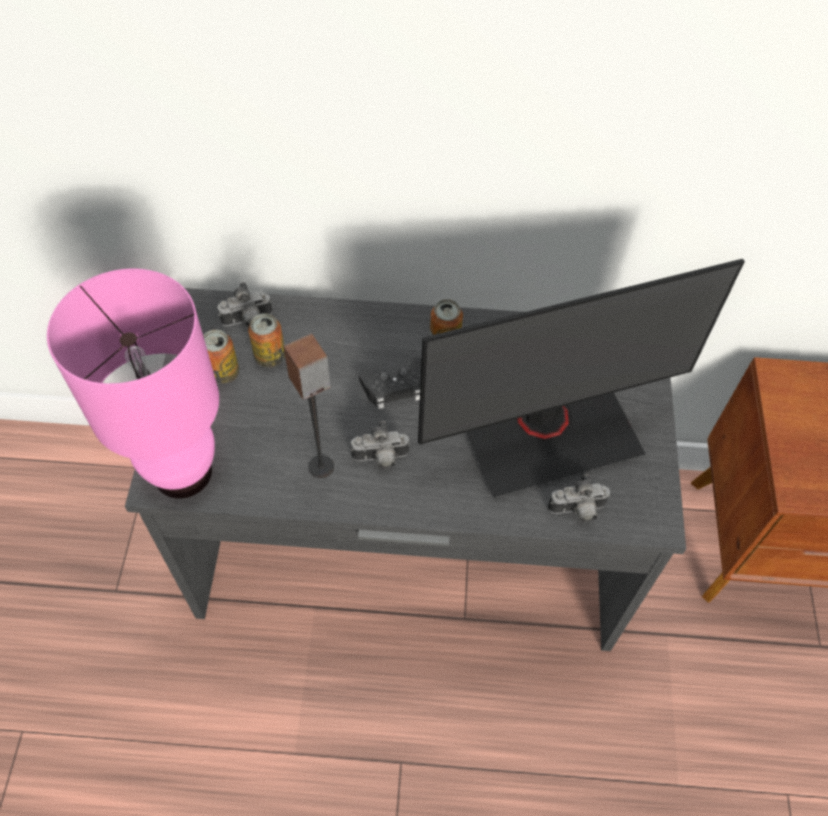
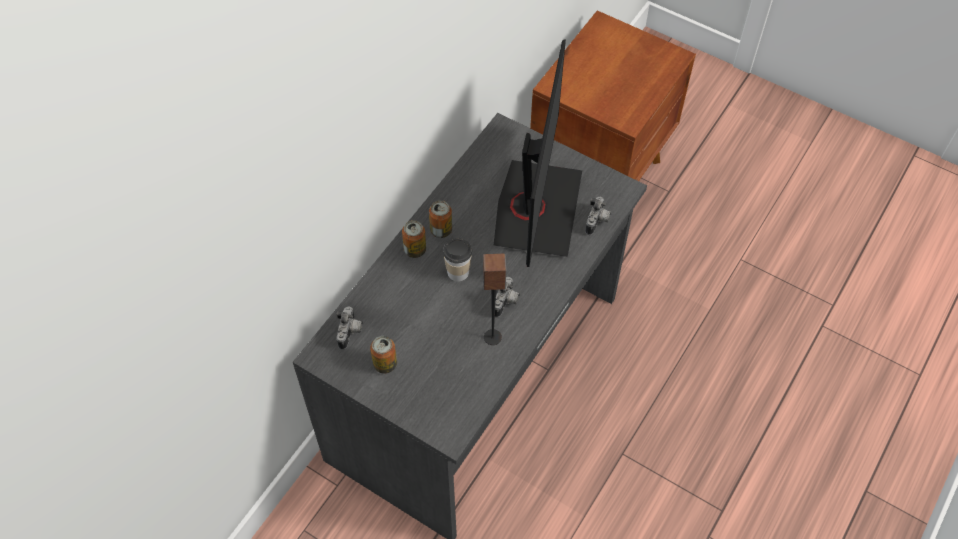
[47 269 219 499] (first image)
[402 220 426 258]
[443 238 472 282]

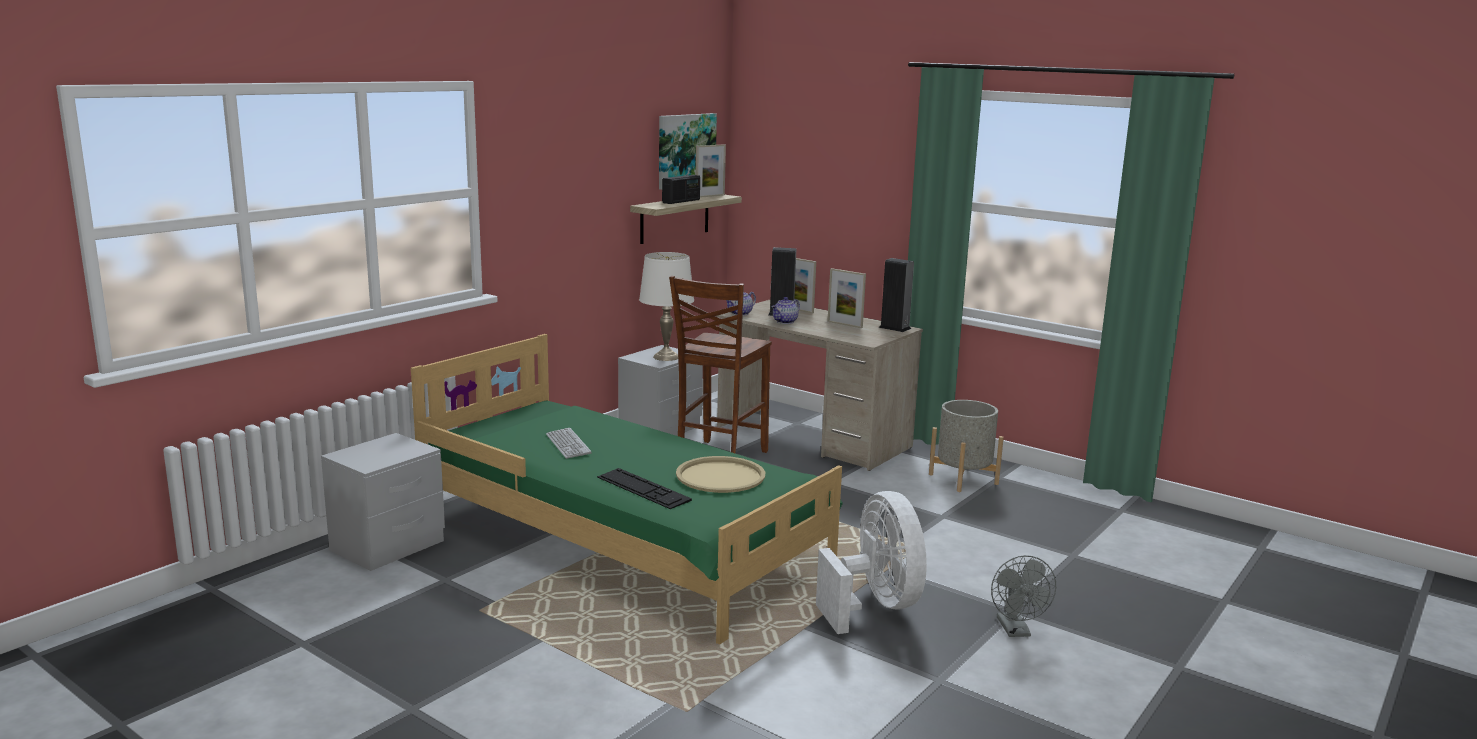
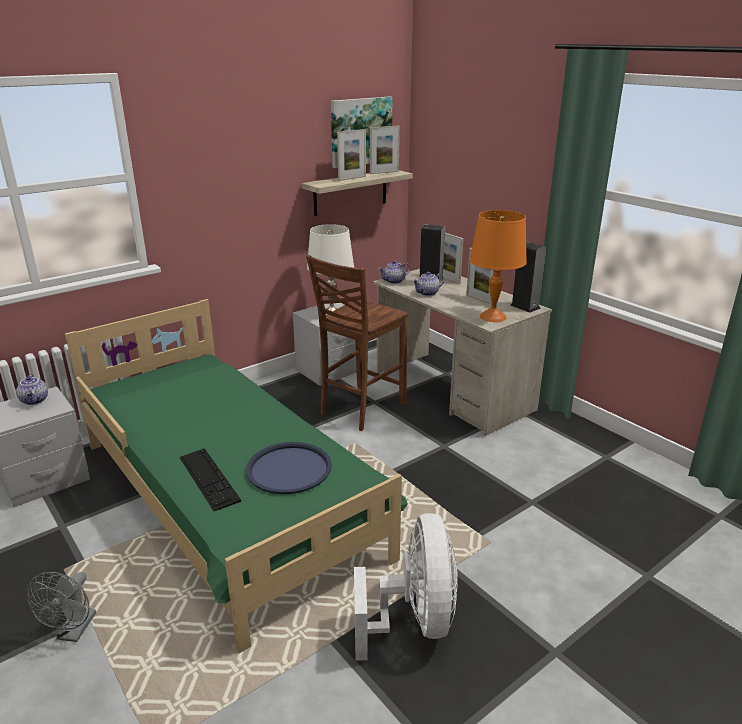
[546 428 592 459] (first image)
[337 129 366 181]
[246 442 332 494]
[929 400 1004 492] (first image)
[27 572 96 642]
[17 373 48 405]
[470 210 527 322]

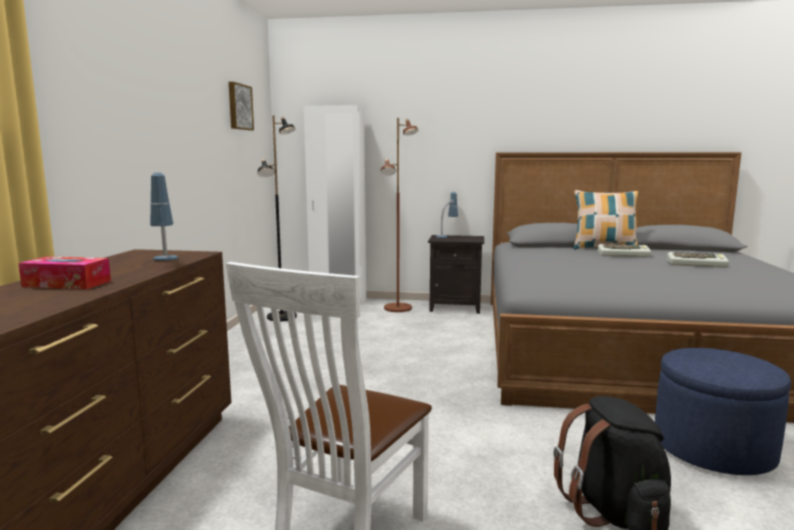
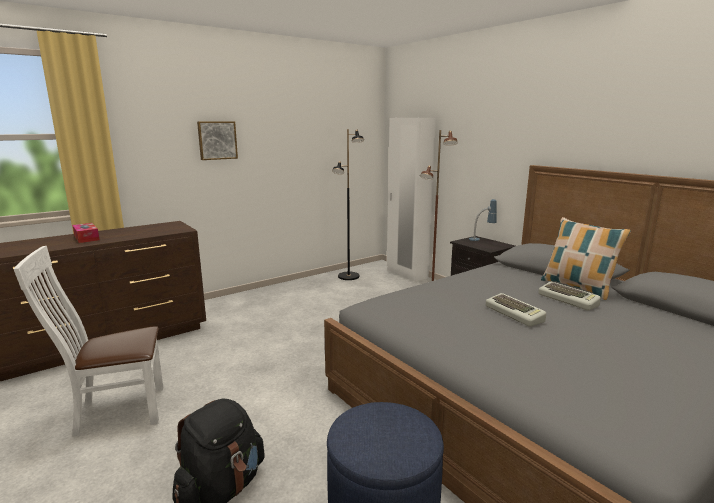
[150 173 178 261] (first image)
[197 122 238 160]
[486 293 546 327]

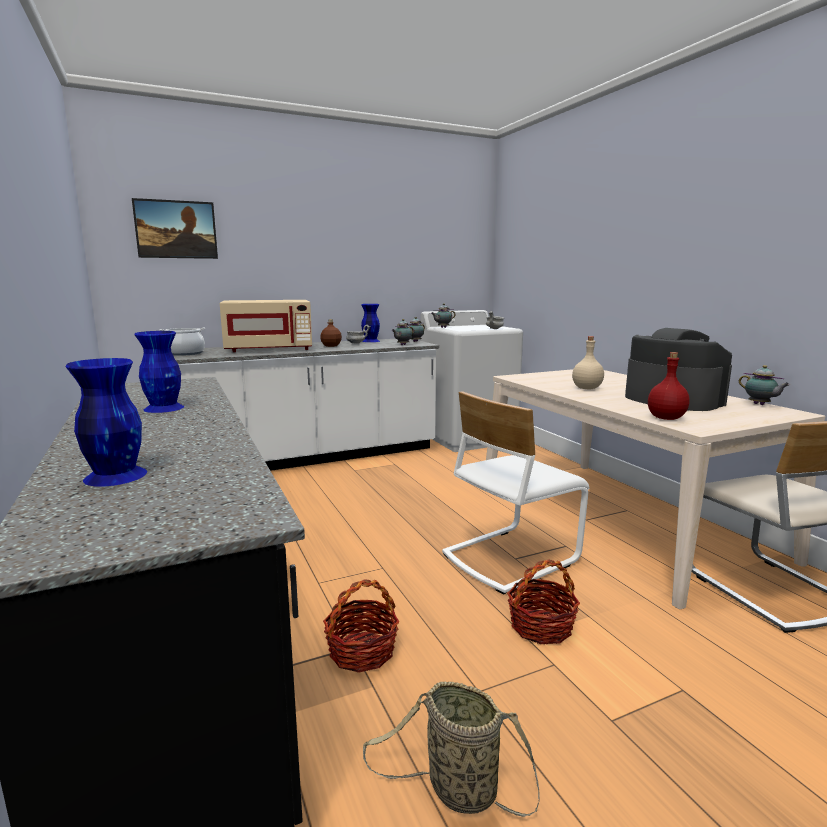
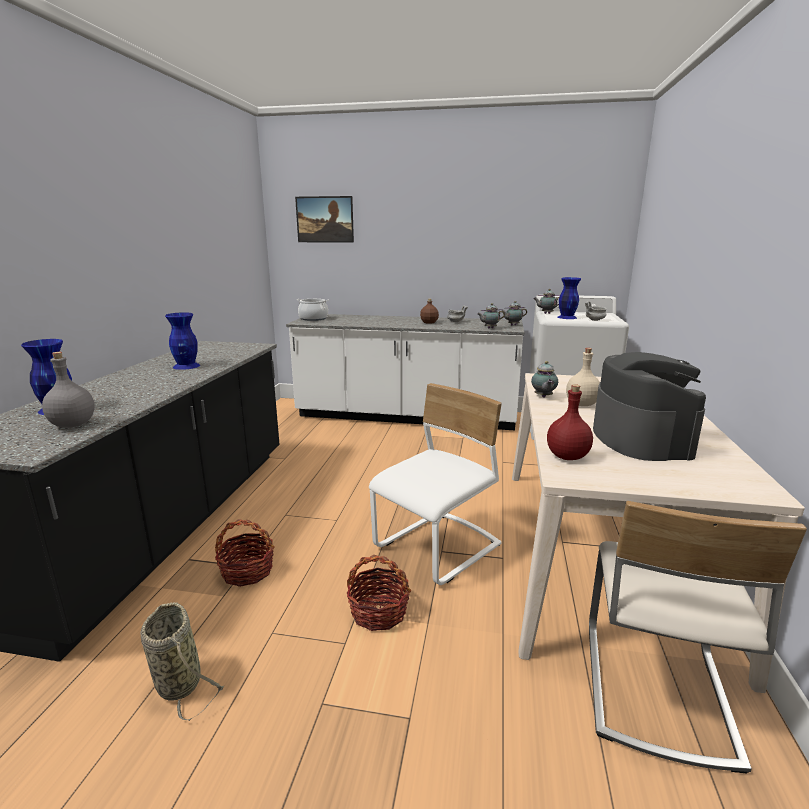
[220 300 312 352] (first image)
[557 277 581 319]
[369 383 502 585]
[531 361 558 398]
[42 352 95 428]

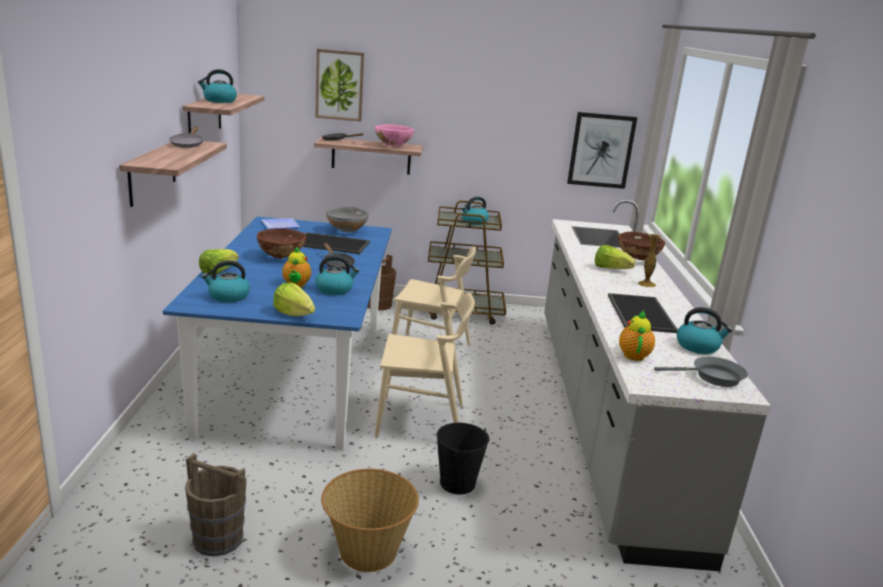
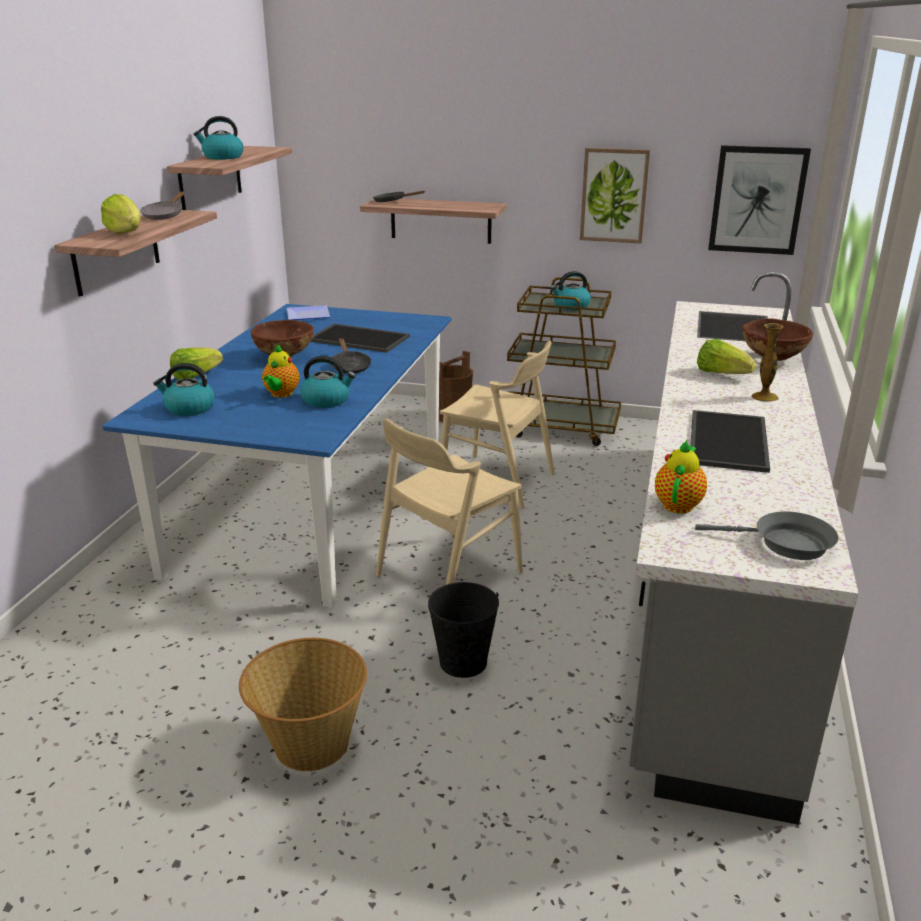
[185 453 247 557] (first image)
[101 194 141 234]
[580 148 650 243]
[326 207 369 232] (first image)
[375 124 414 147] (first image)
[376 419 523 585]
[677 307 733 354] (first image)

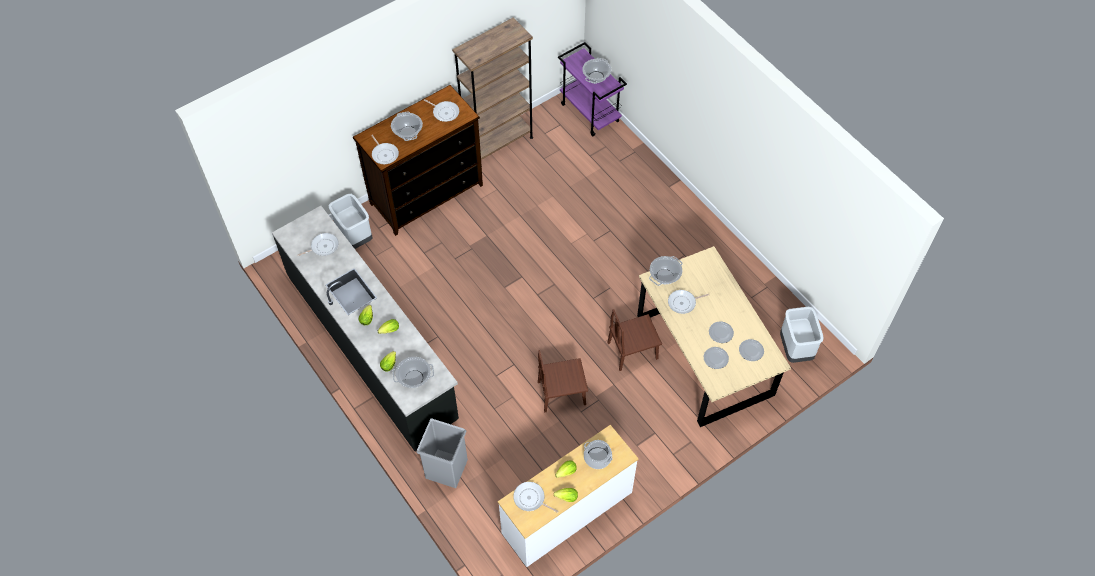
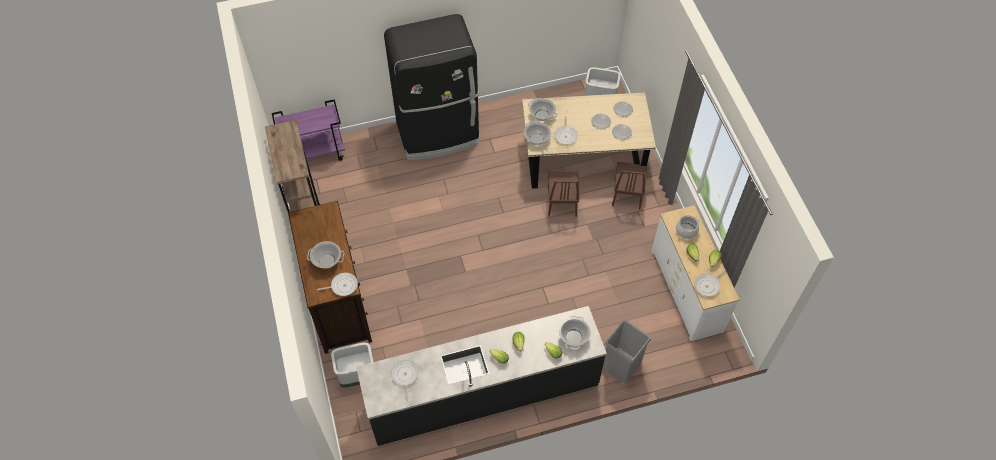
[424 99 459 122] (first image)
[612 162 647 209]
[528 98 557 121]
[384 14 480 160]

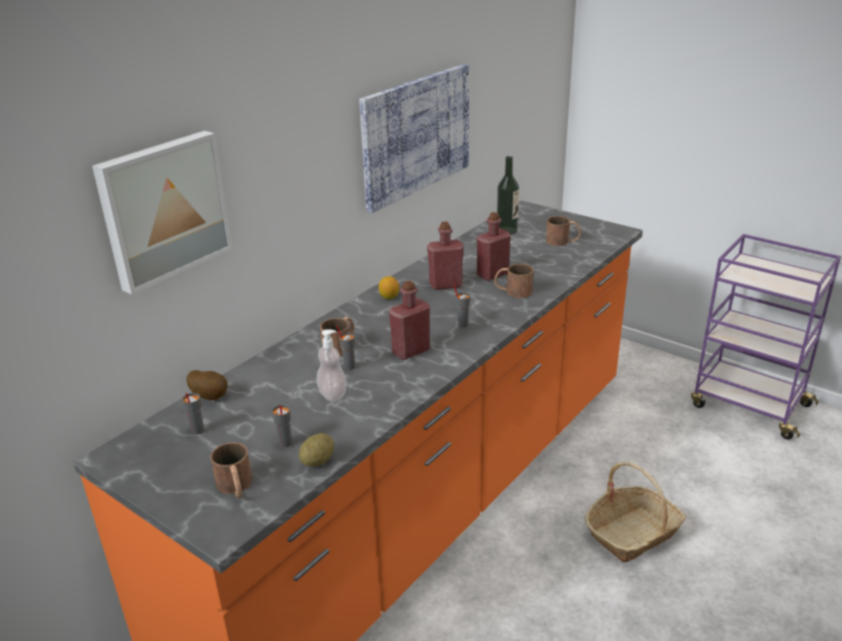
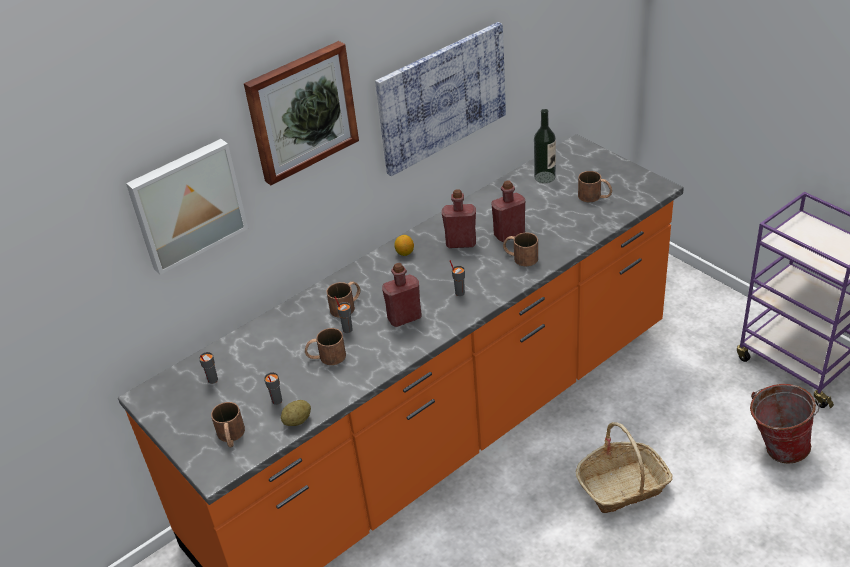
[187 370 228 400] (first image)
[305 328 346 365]
[244 41 359 185]
[750 384 820 464]

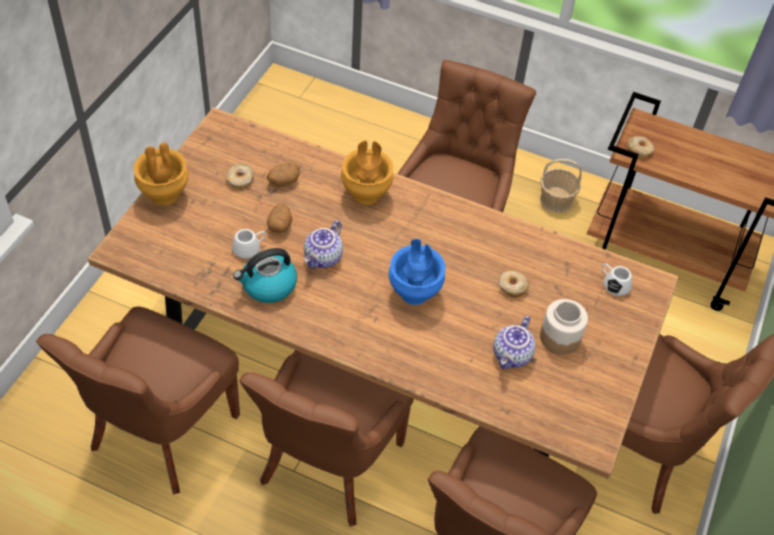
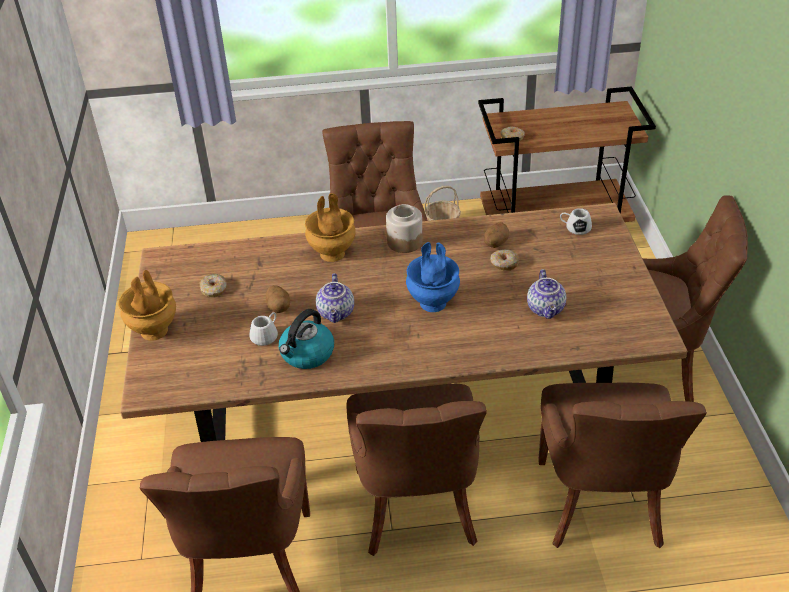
[484 222 509 248]
[386 204 423 253]

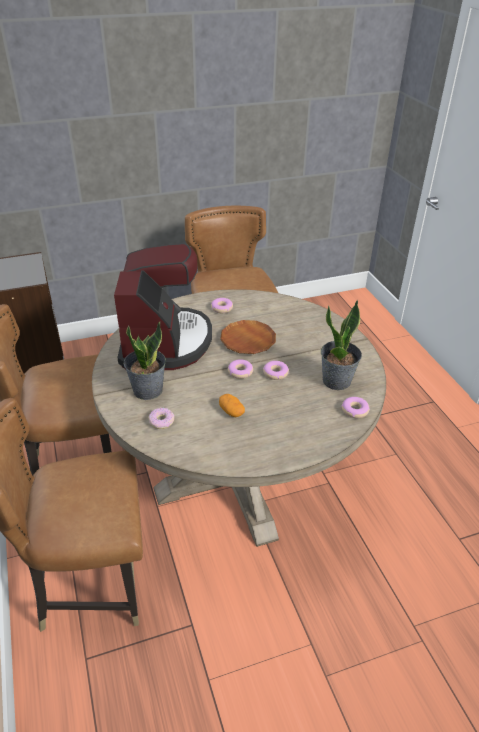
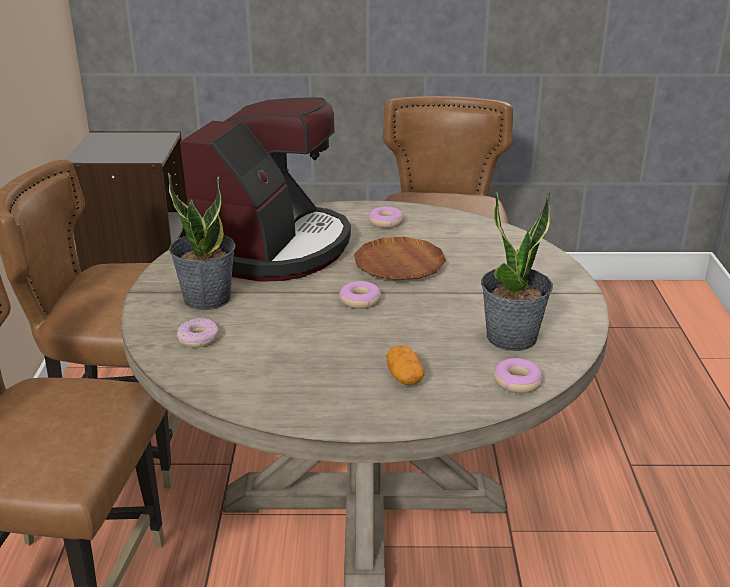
[386 345 425 385]
[263 361 289 380] (first image)

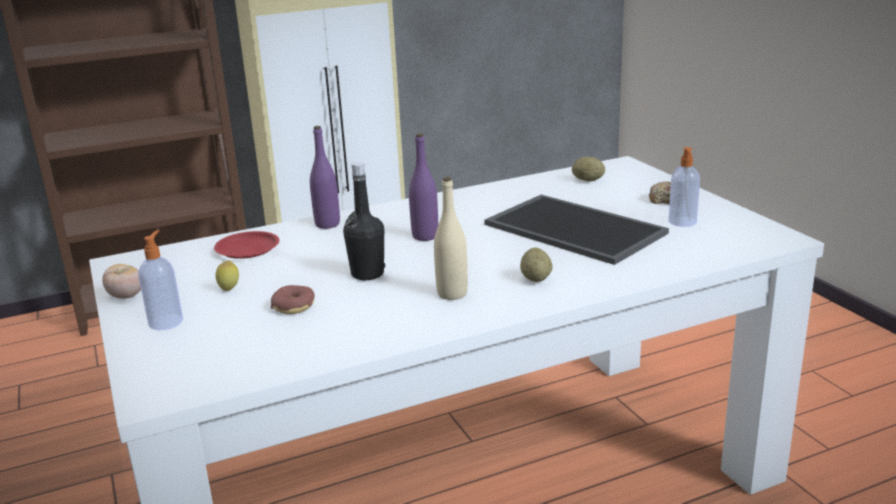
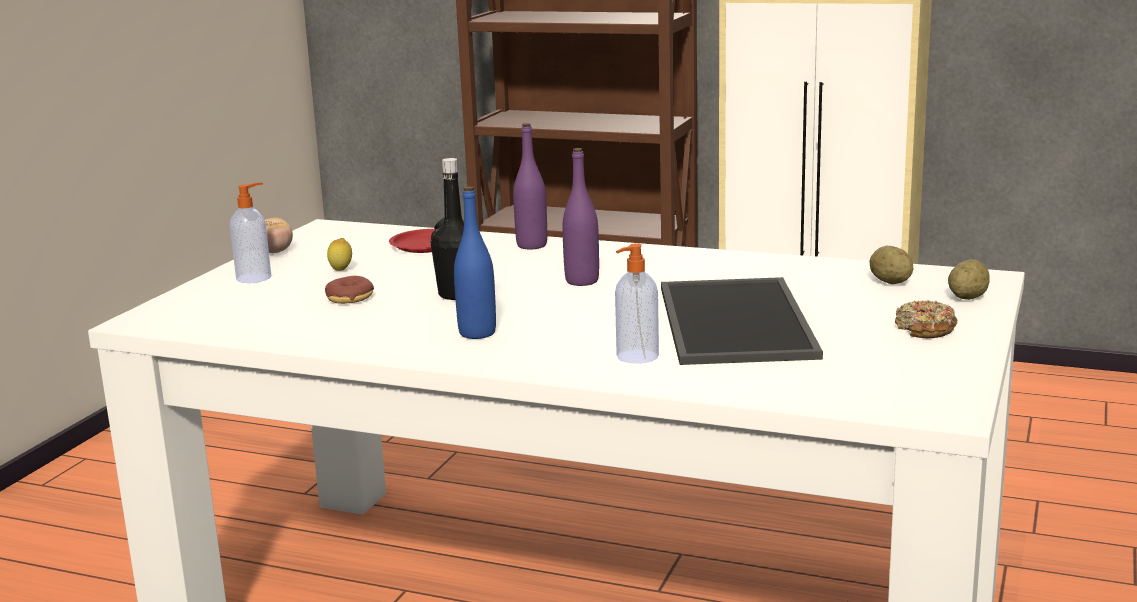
[454 186 496 339]
[948 259 990 300]
[615 243 659 364]

